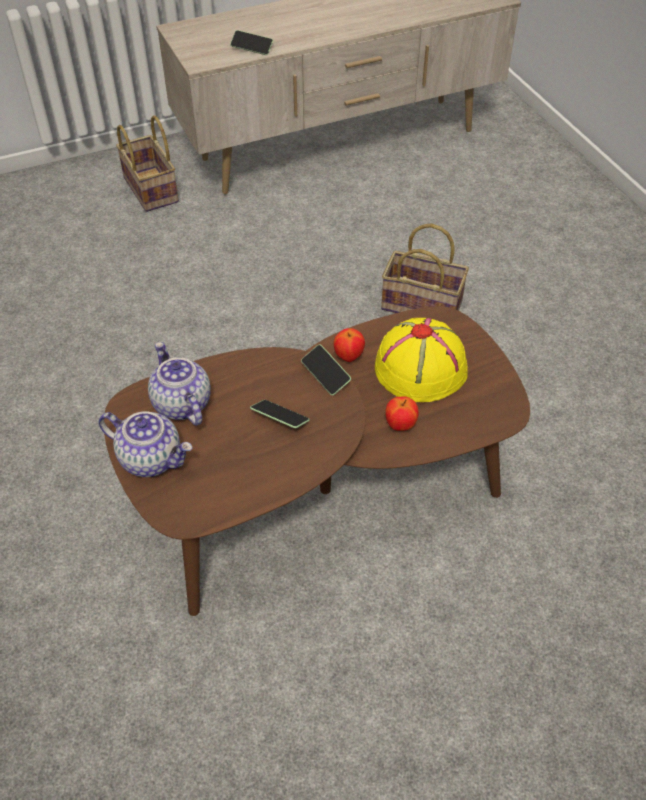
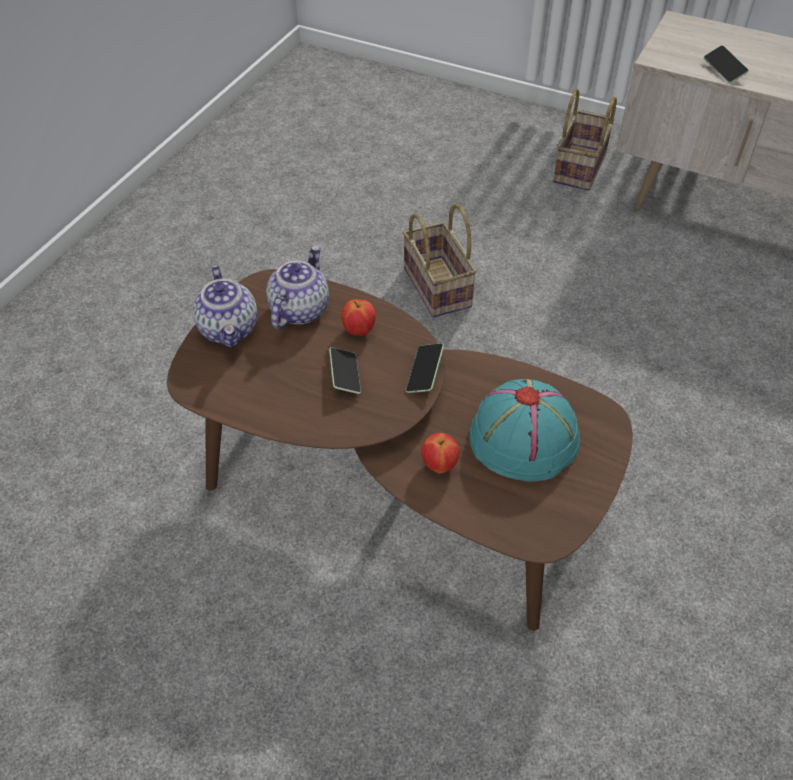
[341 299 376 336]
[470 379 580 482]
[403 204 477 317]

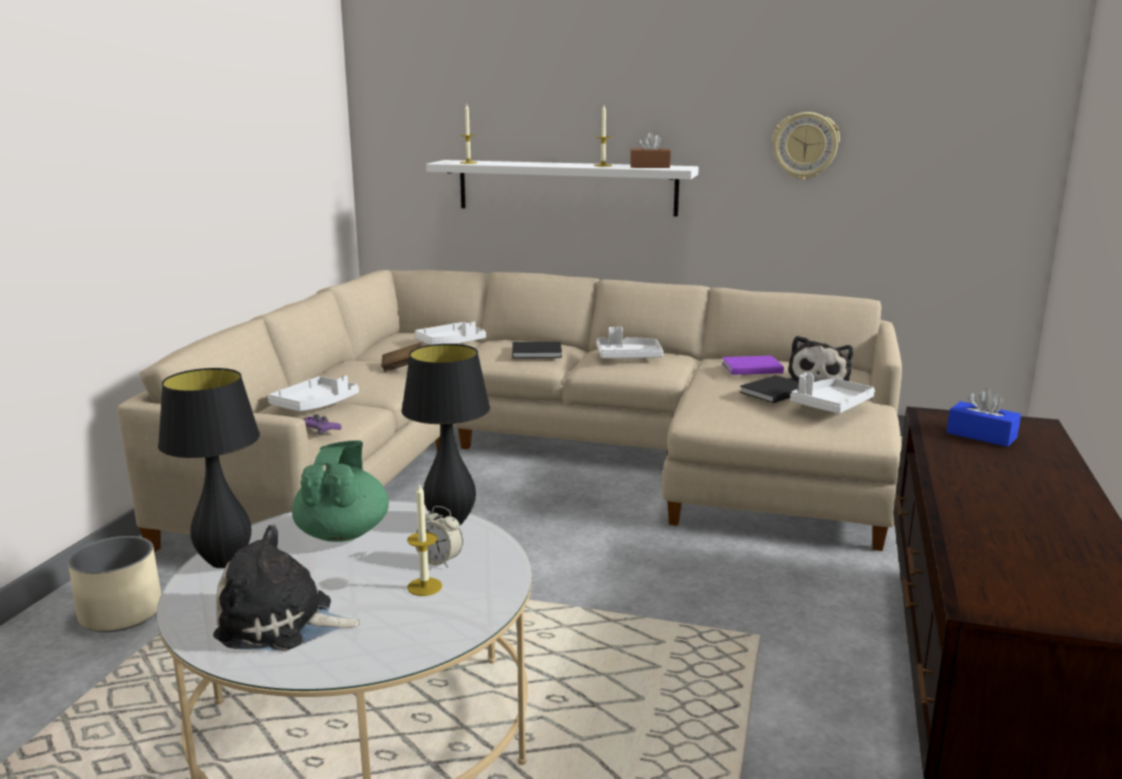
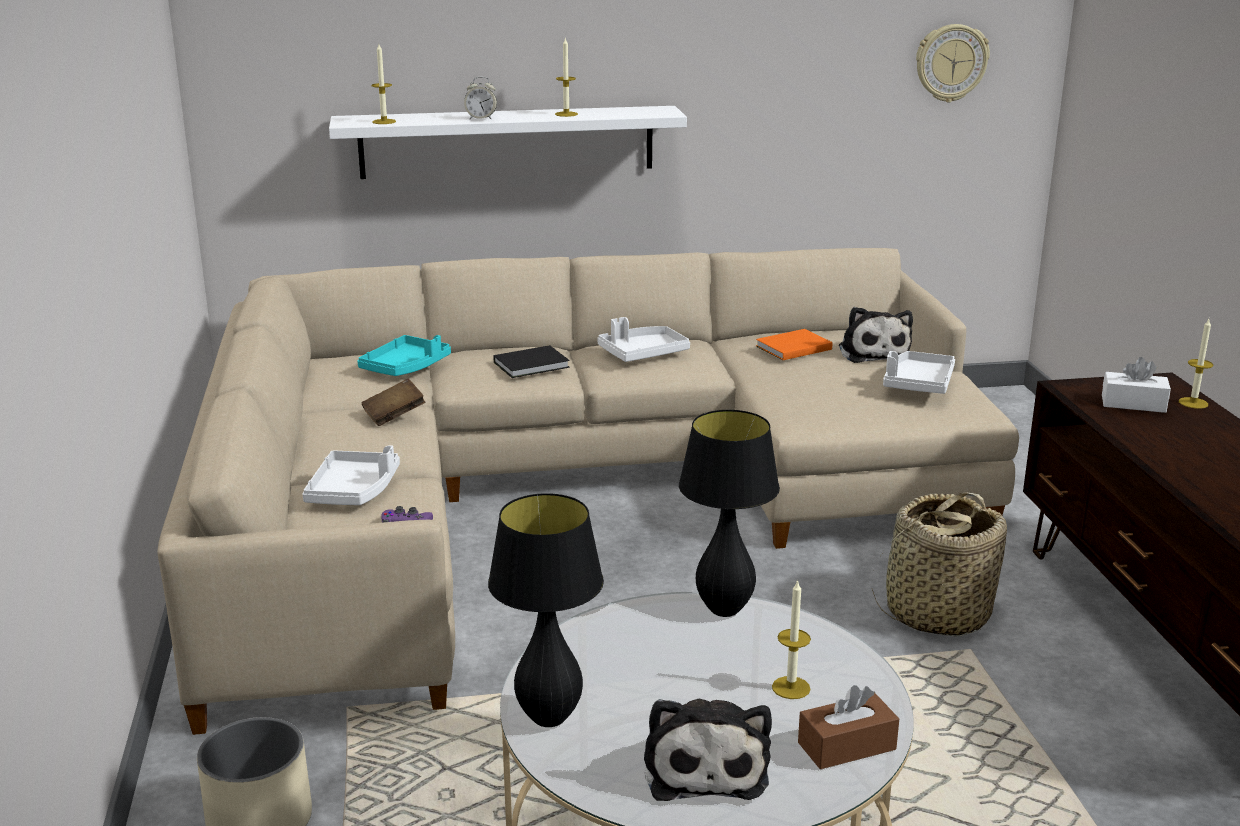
[644 699 772 801]
[292 440 389 542] (first image)
[357 335 451 376]
[464 77 497 120]
[798 685 899 769]
[756 329 832 360]
[739 375 799 403] (first image)
[916 24 990 103]
[1102 357 1171 413]
[872 492 1007 636]
[1179 319 1213 409]

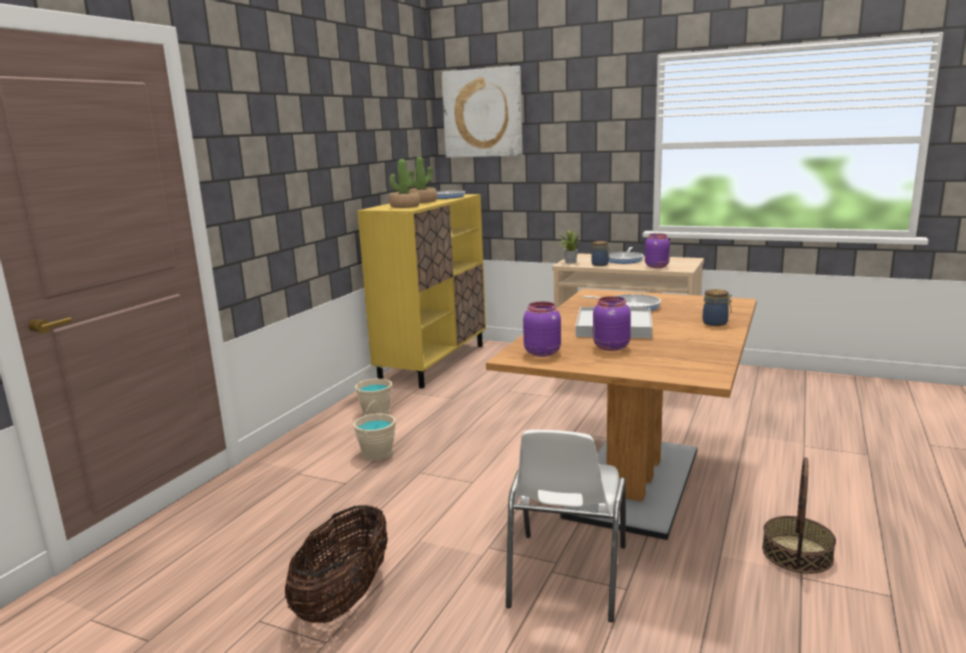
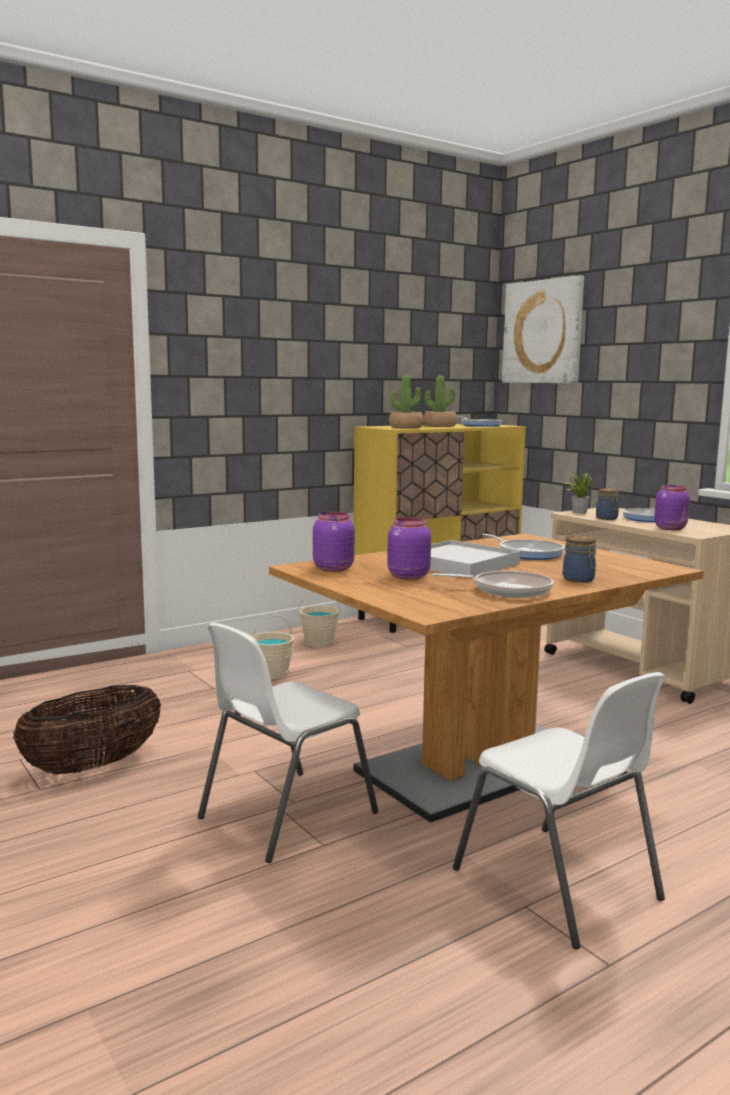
[453 672 666 949]
[432 570 554 598]

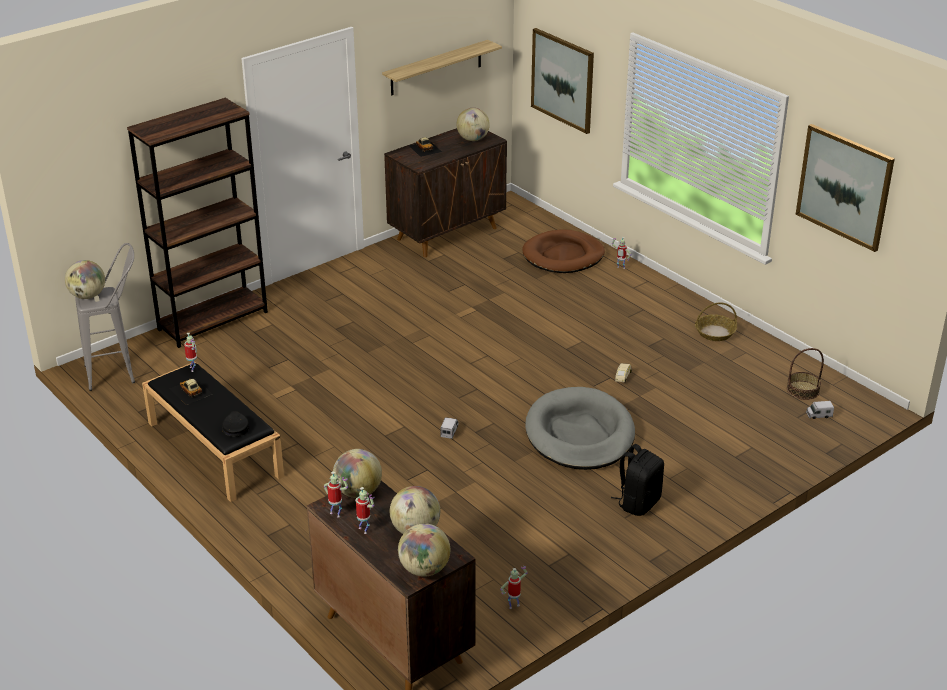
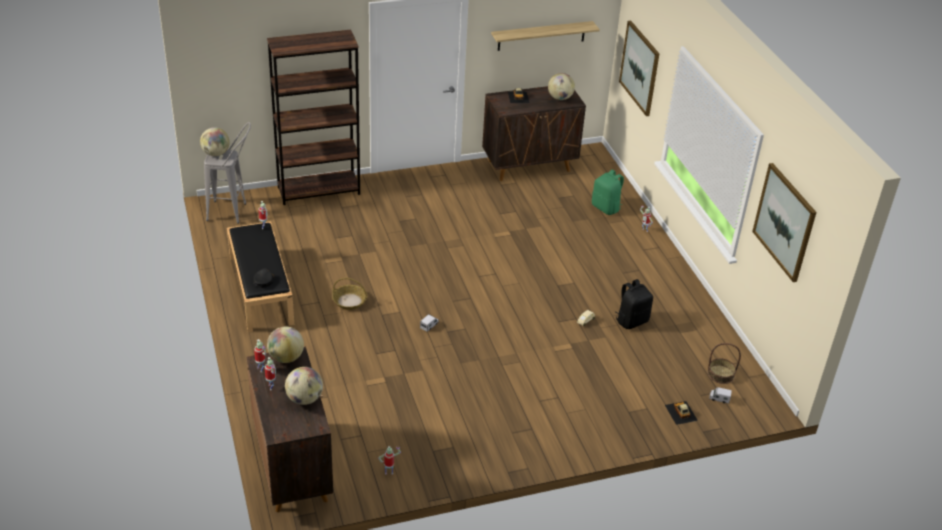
[665 401 698 425]
[398 523 450 577] (first image)
[592 170 624 215]
[525 387 635 470] (first image)
[615 279 653 329]
[332 278 367 310]

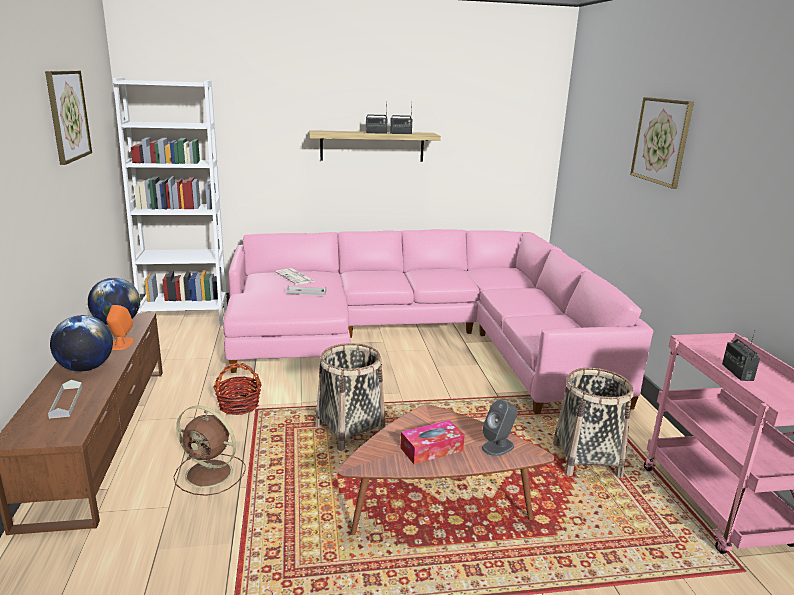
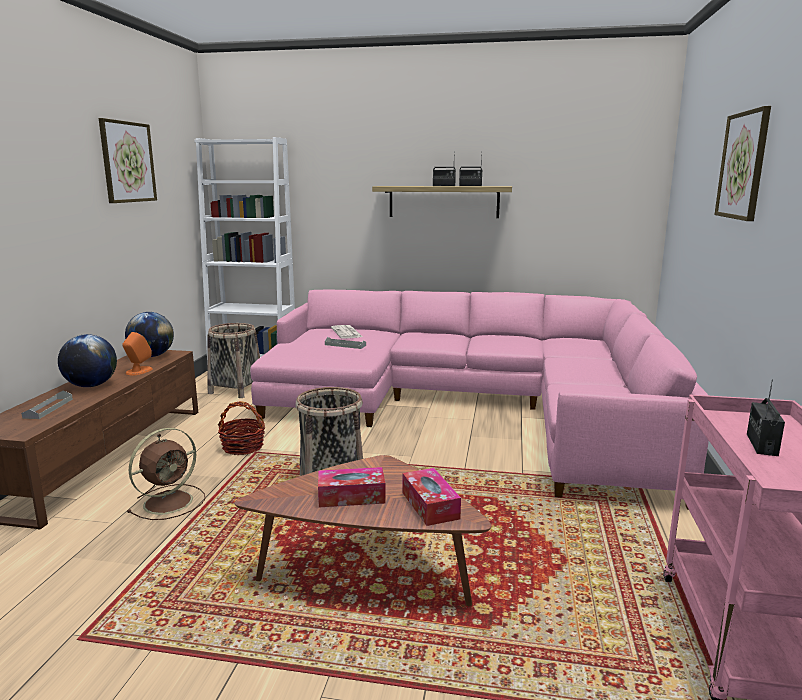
[127 428 205 520]
[403 468 461 526]
[207 323 260 398]

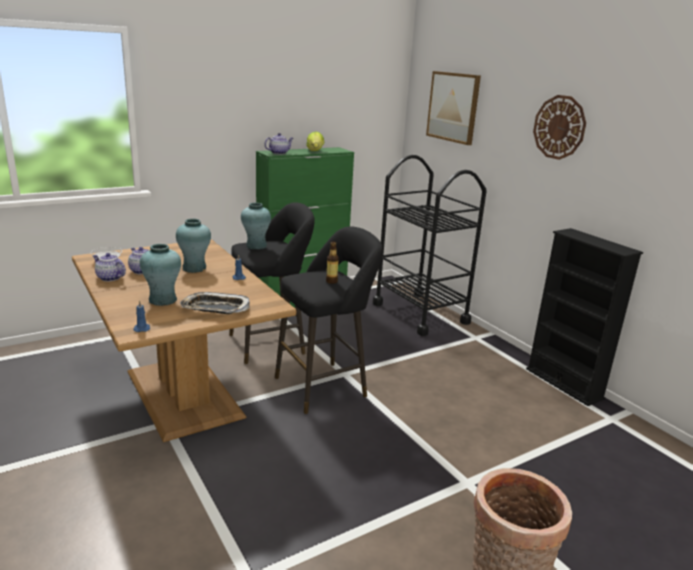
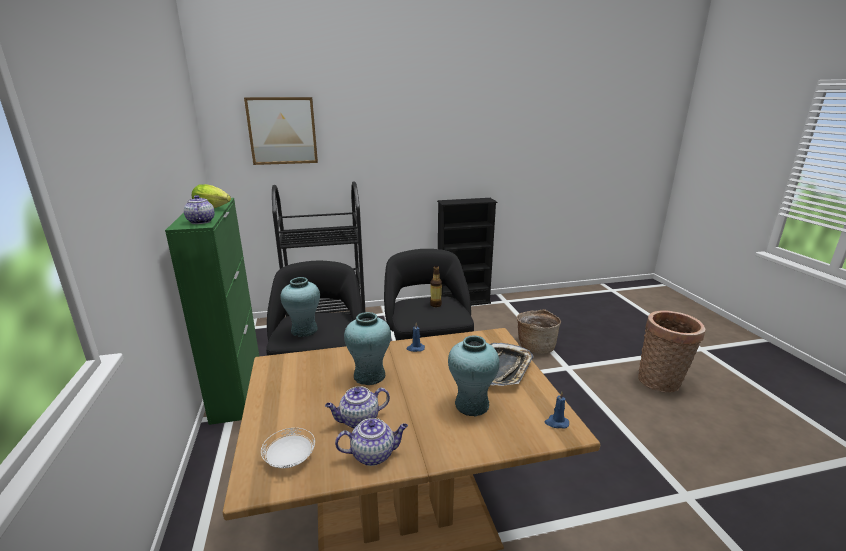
[335 418 408 466]
[533 95 586 160] (first image)
[517 309 561 354]

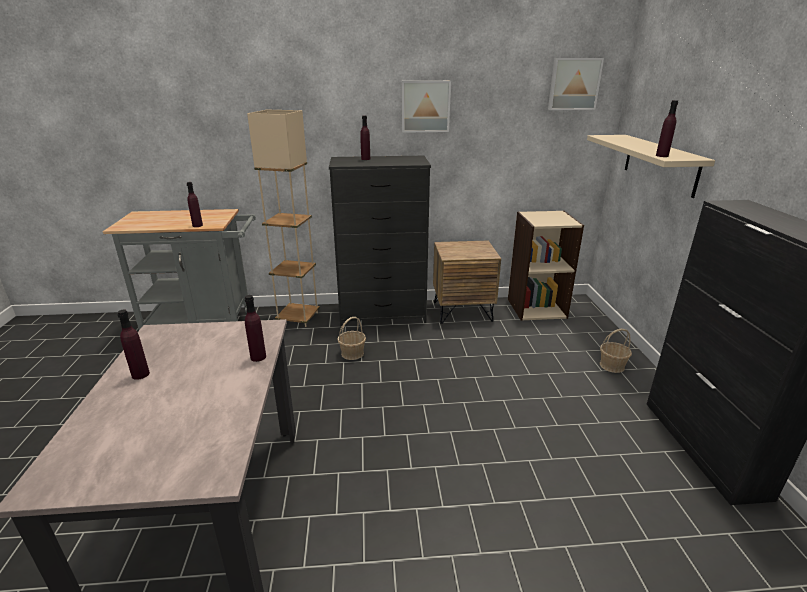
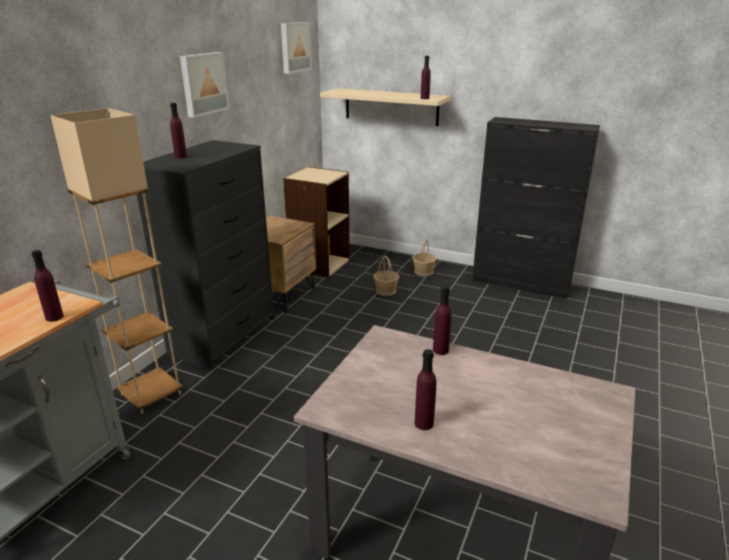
[373 256 399 296]

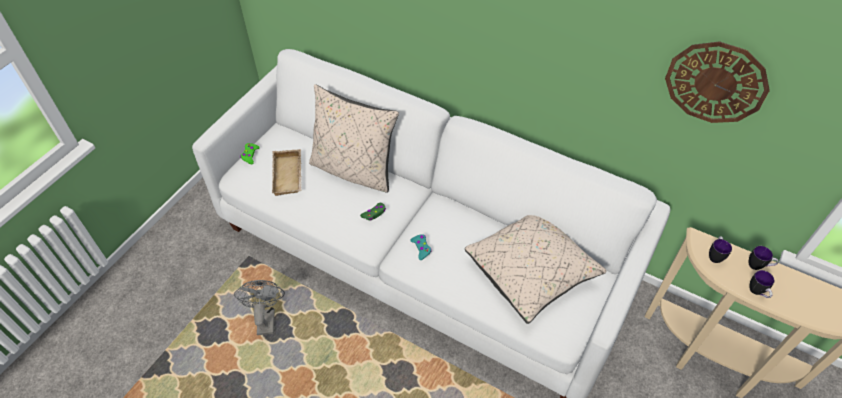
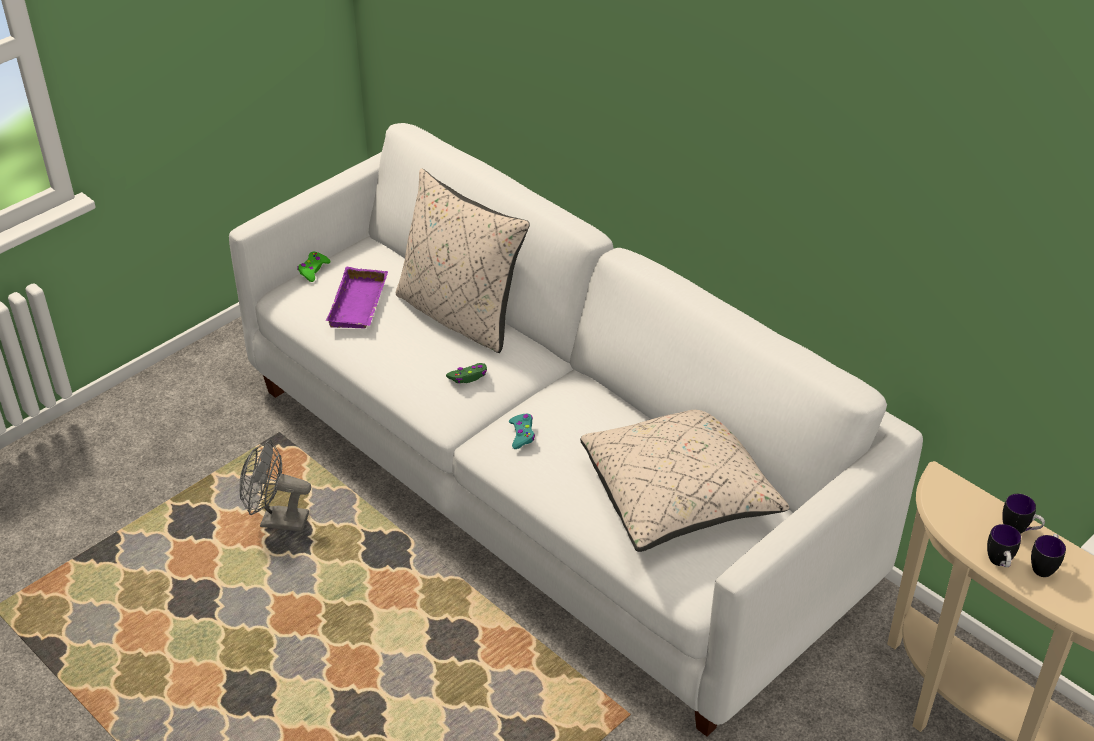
[239 440 311 532]
[326 267 388 329]
[665 41 770 123] (first image)
[1031 534 1066 577]

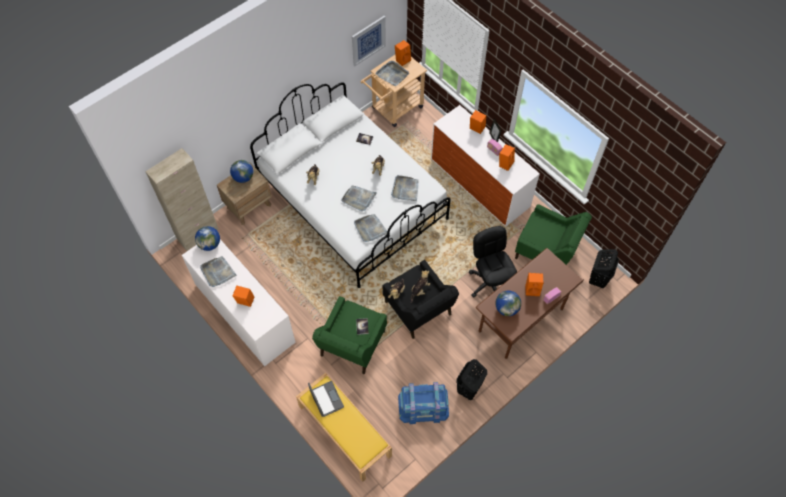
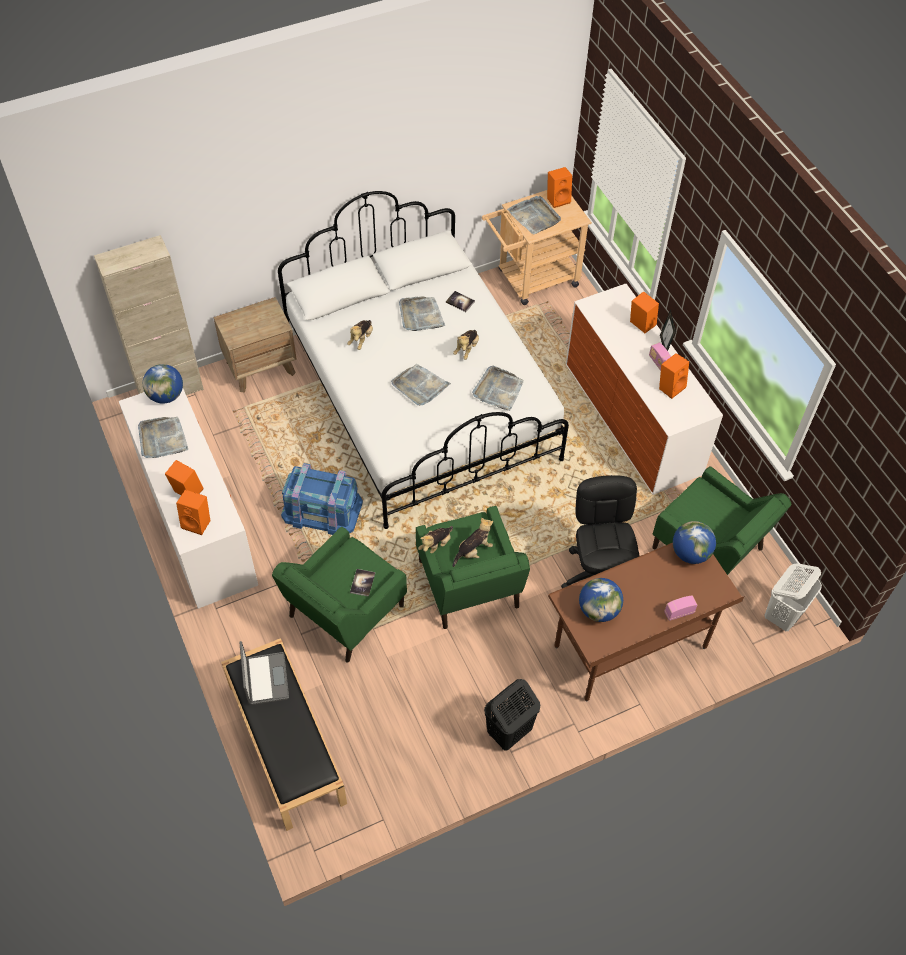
[673 521 716 564]
[221 638 347 831]
[352 16 386 66] (first image)
[399 296 445 331]
[416 506 530 629]
[281 463 363 535]
[176 490 210 535]
[764 563 822 631]

